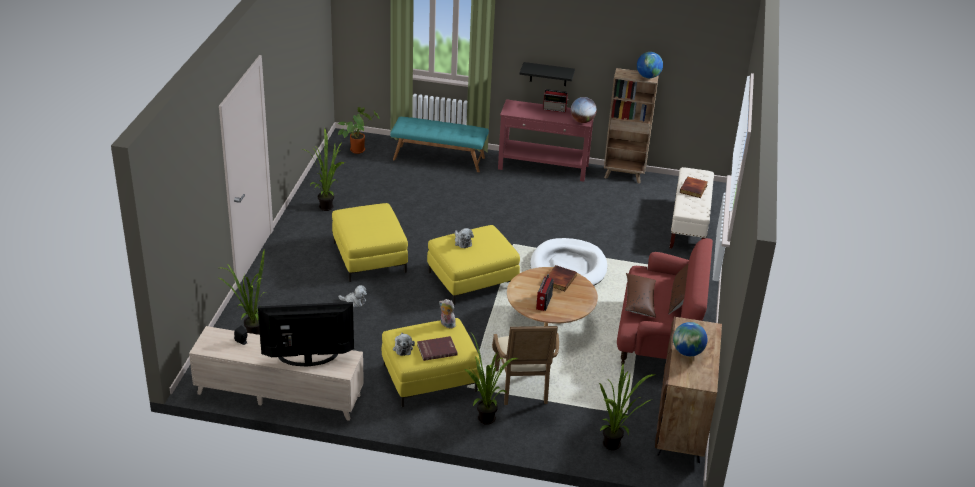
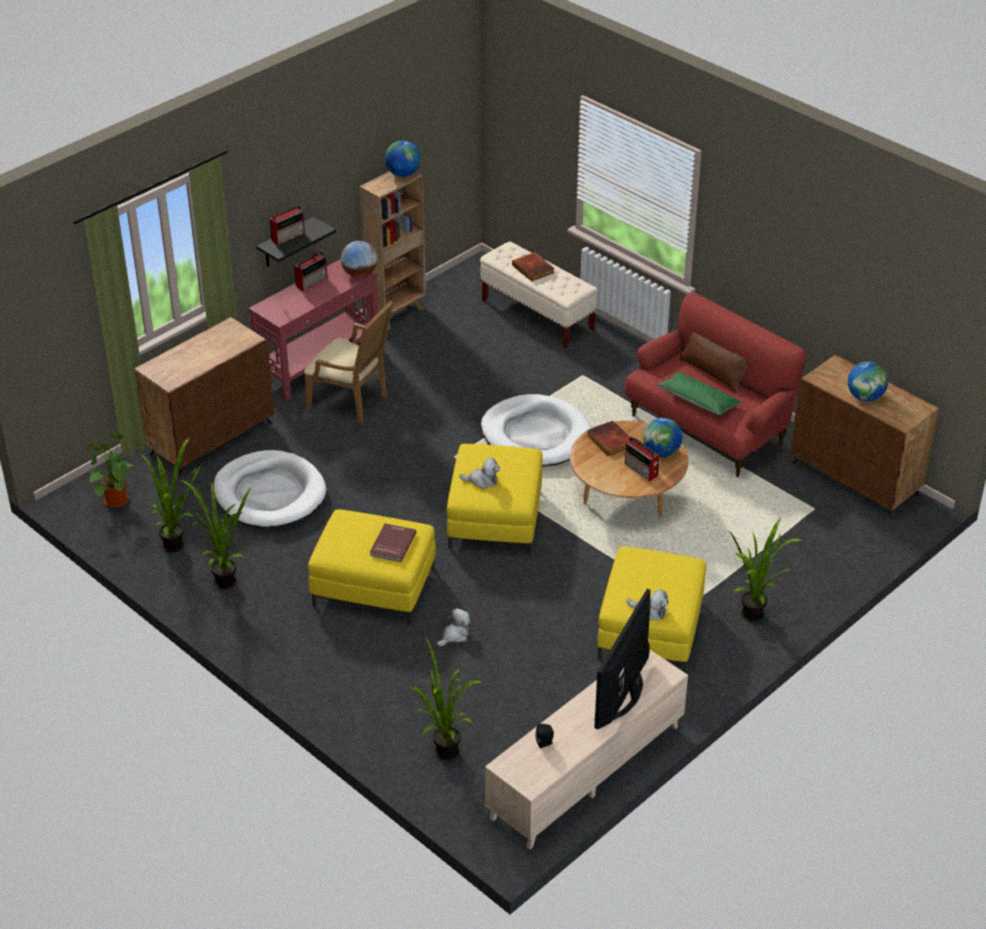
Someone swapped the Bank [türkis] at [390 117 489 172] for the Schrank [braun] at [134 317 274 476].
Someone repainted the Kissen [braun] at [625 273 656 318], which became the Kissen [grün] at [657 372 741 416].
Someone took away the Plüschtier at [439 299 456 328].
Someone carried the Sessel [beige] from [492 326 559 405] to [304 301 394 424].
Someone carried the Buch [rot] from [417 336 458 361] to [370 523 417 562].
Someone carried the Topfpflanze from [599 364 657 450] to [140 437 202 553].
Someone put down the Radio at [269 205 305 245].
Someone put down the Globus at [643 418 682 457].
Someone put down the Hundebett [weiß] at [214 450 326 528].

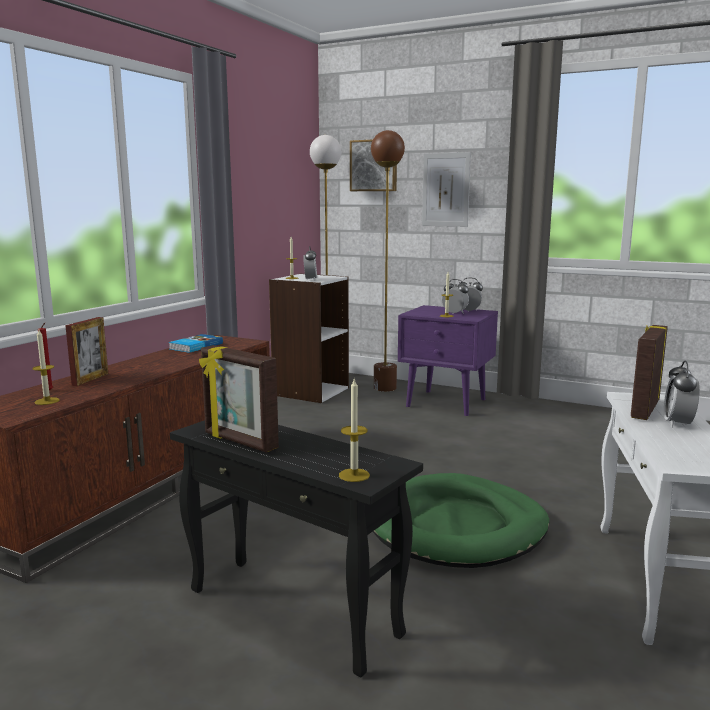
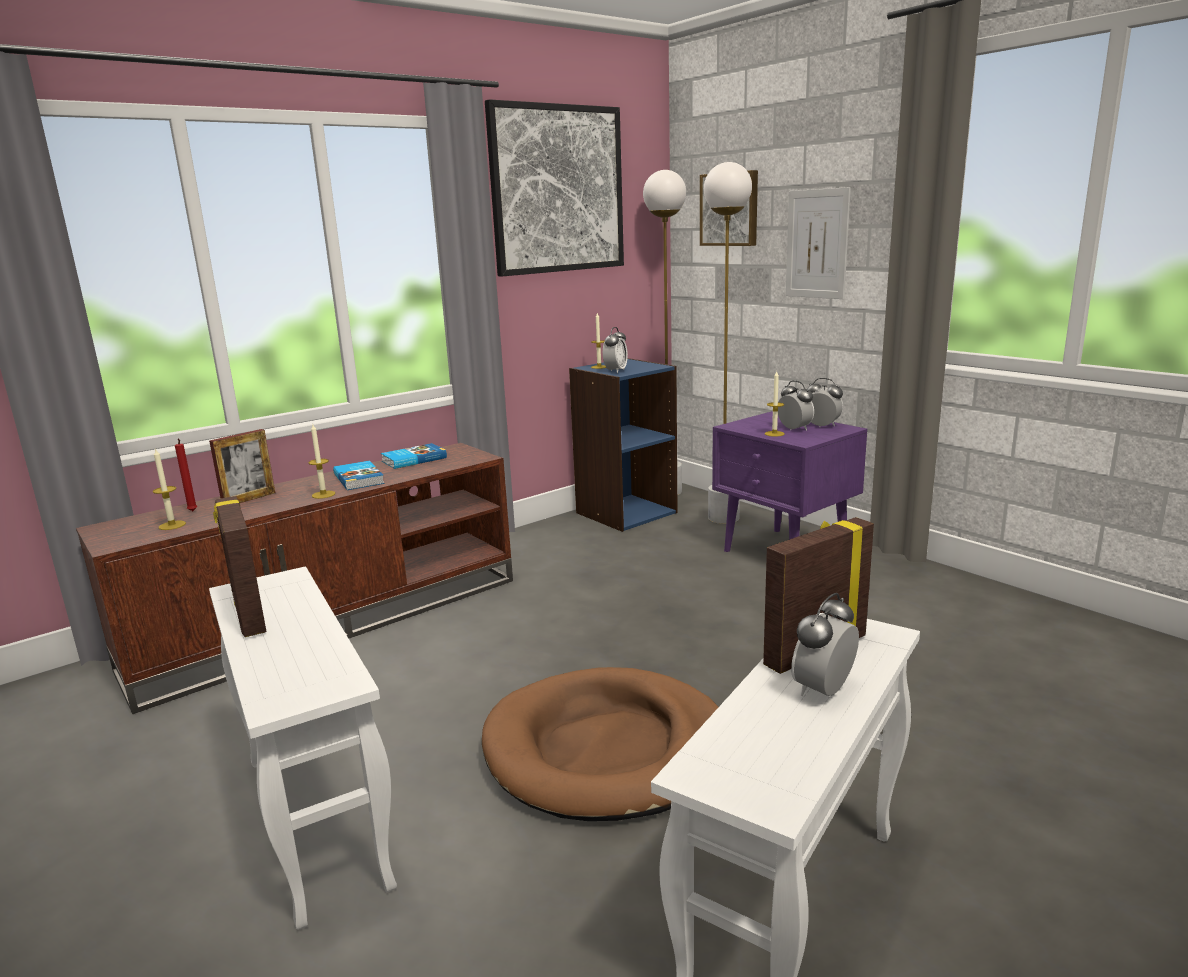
Someone repainted the Stehlampe [braun] at [371 130 405 392], which became the Stehlampe [weiß] at [704 162 752 524].
Someone repainted the Bücherregal [weiß] at [269 274 349 403], which became the Bücherregal [blau] at [569 358 678 532].
Someone carried the Kerze from [339 377 370 482] to [308 424 335 499].
Someone repainted the Beistelltisch [schwarz] at [170 420 423 677], which became the Beistelltisch [weiß] at [209 566 397 930].
Someone repainted the Hundebett [grün] at [373 473 549 568], which became the Hundebett [braun] at [482 667 718 821].
Someone put up the Bild at [485 99 624 276].
Someone put down the Buch at [333 461 385 490].

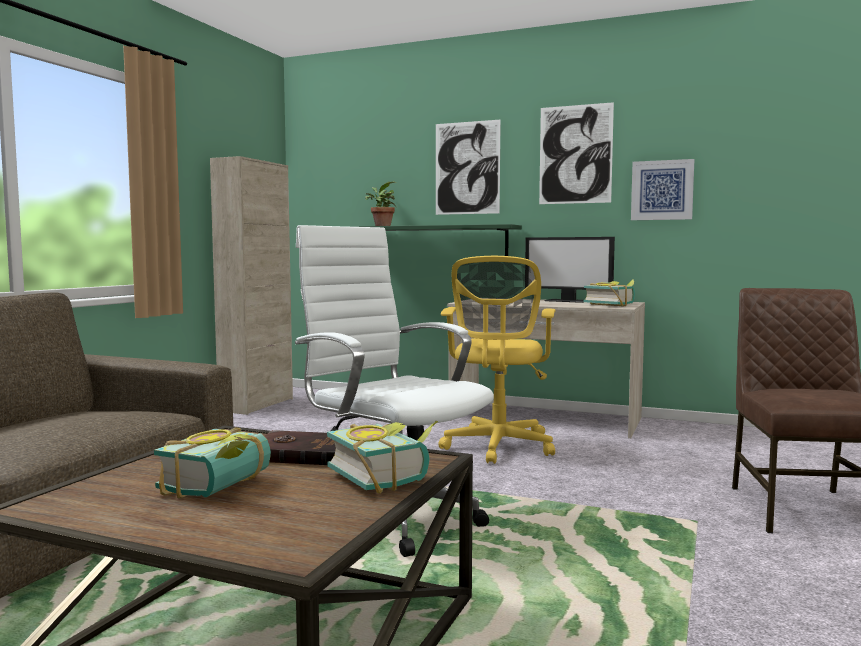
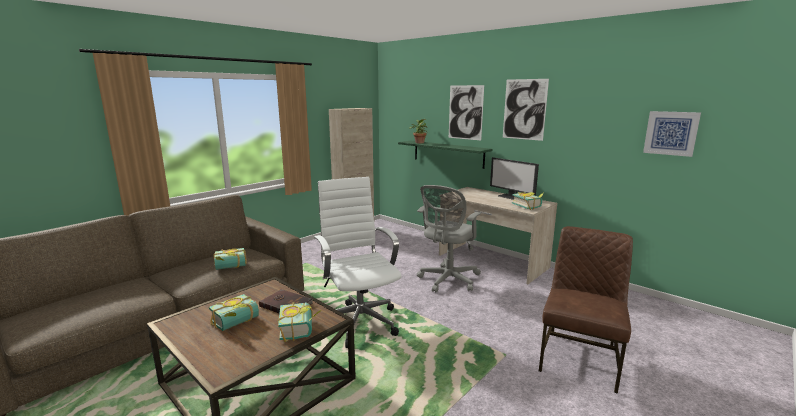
Someone carried the Bild from [631 159 695 220] to [643 111 701 157].
Someone repainted the Bürostuhl [gelb] at [438 256 555 464], which became the Bürostuhl [grau] at [417 185 481 292].
Someone put down the Buch at [213 248 247 270].

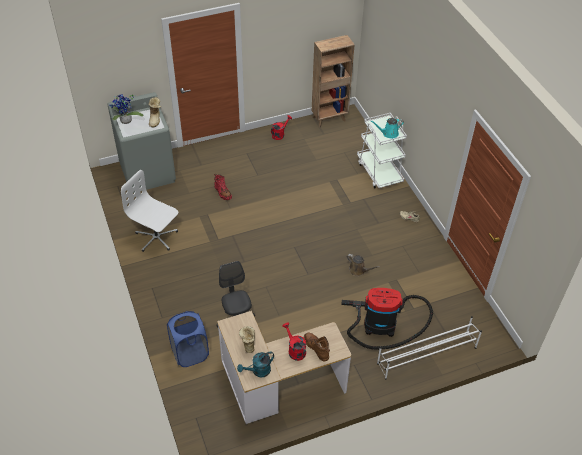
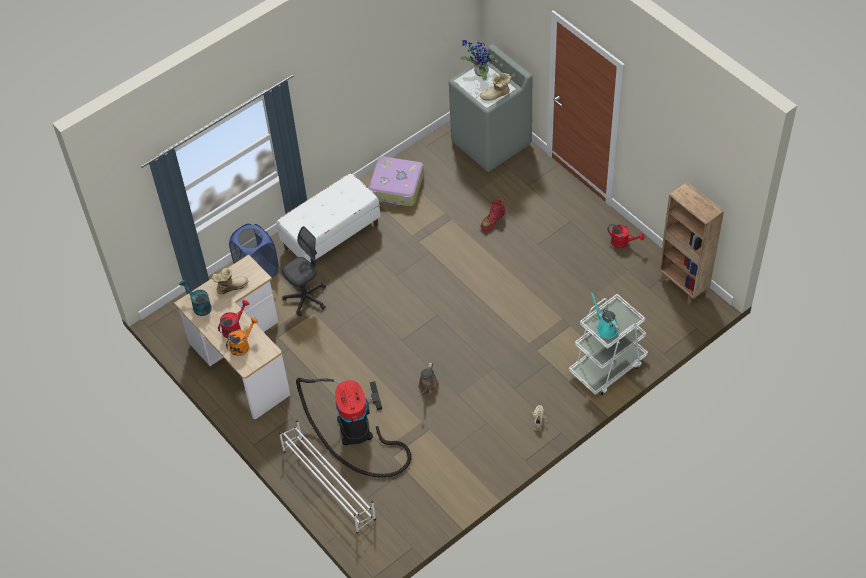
Someone swapped the Bürostuhl [weiß] at [121 170 178 252] for the Koffer at [368 156 424 206].
Someone swapped the Stiefel [braun] at [304 332 330 361] for the Gießkanne [orange] at [226 317 258 356].
Someone put down the Bank [weiß] at [277 173 380 263].

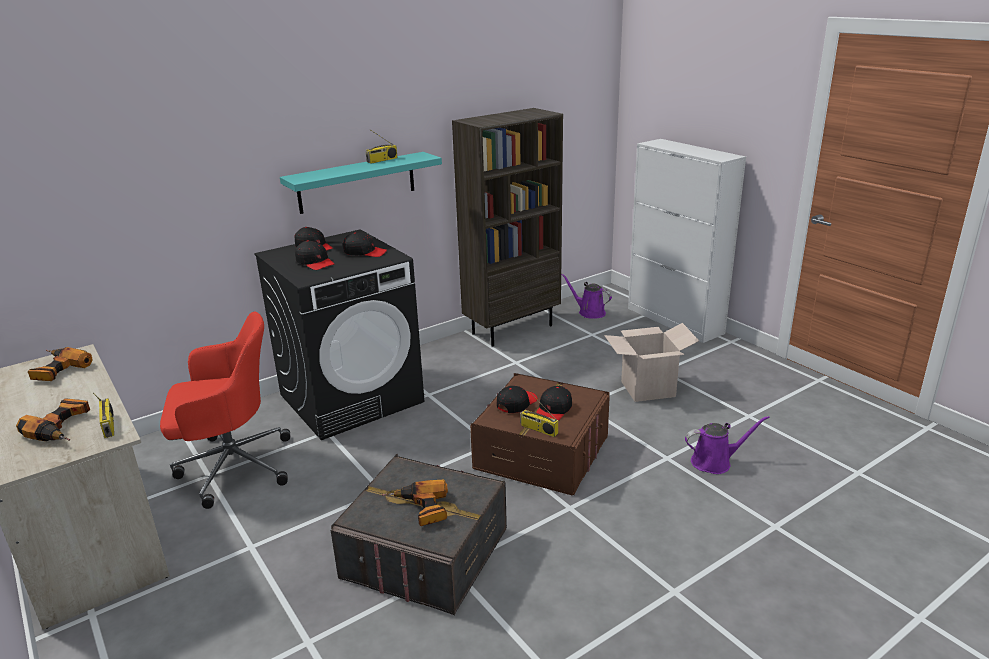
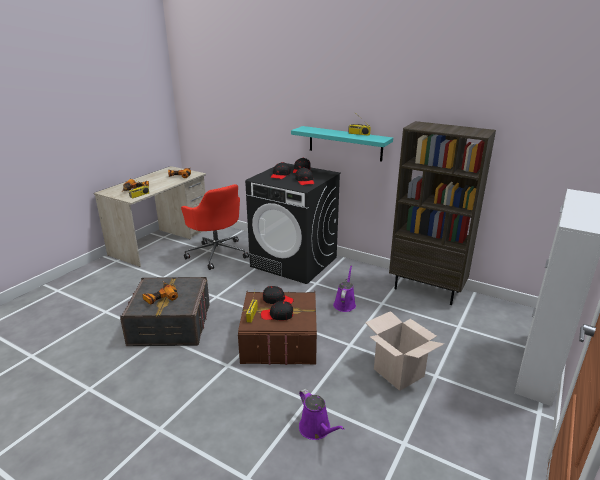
Someone carried the Gießkanne [lila] from [561 273 612 319] to [333 265 356 312].

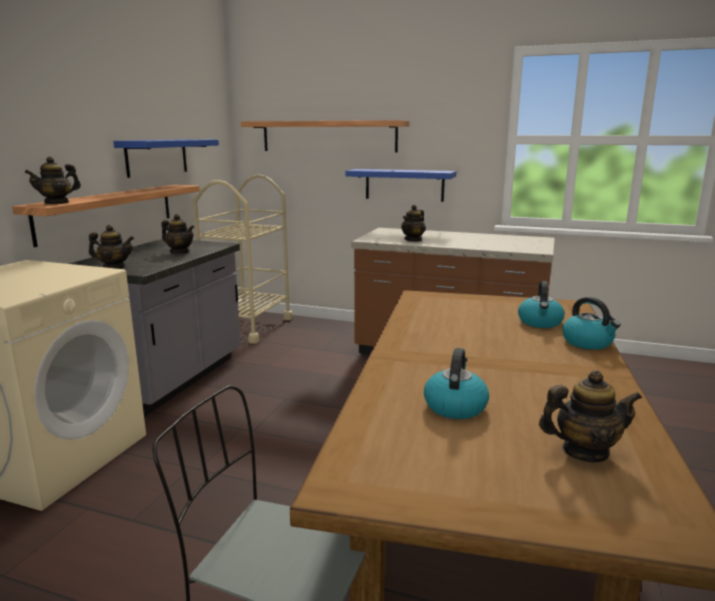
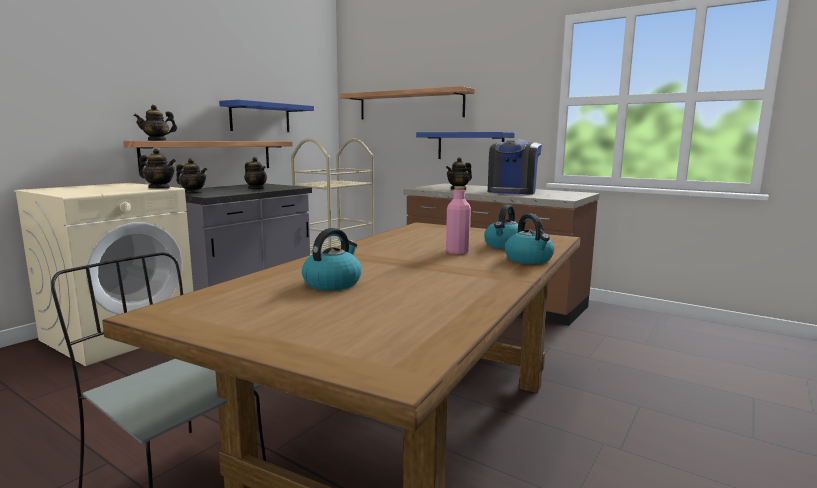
Someone carried the Teekanne from [539 370 642 462] to [139 148 176 188].
Someone put down the Kaffeemaschine at [488 139 542 194].
Someone put down the Flasche [rosa] at [446 186 471 254].

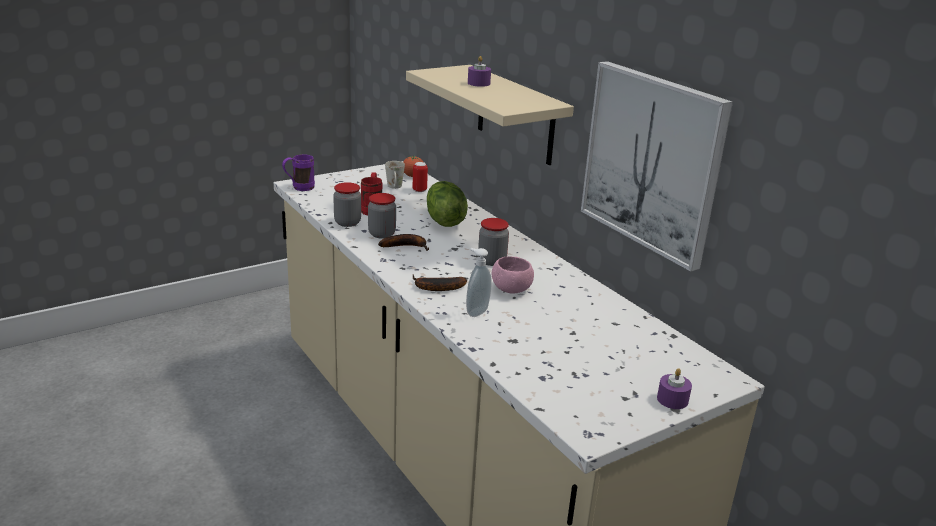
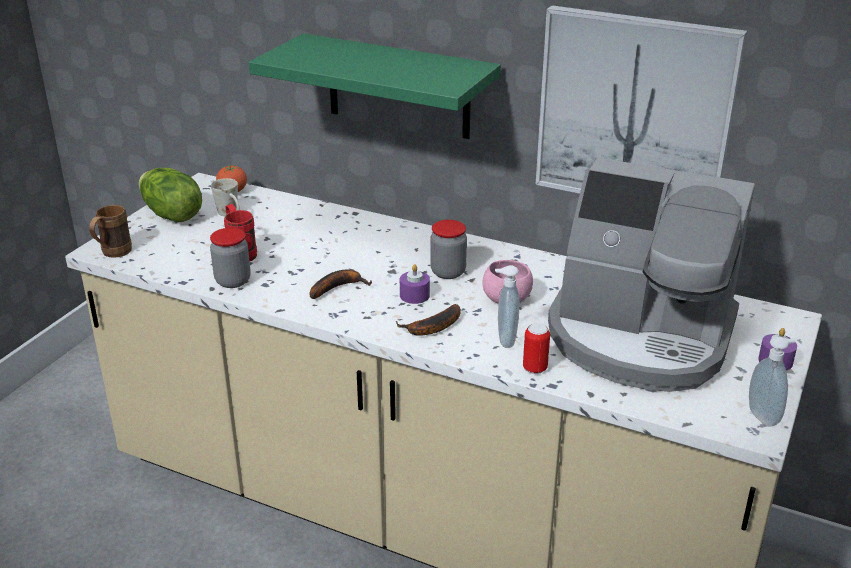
Someone carried the Kerze [lila] from [468 56 491 87] to [400 264 430 304].
Someone repainted the Wandregal [beige] at [406 65 574 165], which became the Wandregal [grün] at [248 33 501 139].
Someone repainted the Henkelbecher [lila] at [282 154 315 191], which became the Henkelbecher [braun] at [89 205 132 258].
Someone carried the Dose from [413 162 428 192] to [523 323 550 374].
Someone carried the Salatkopf from [427 181 468 227] to [139 168 202 222].
Someone took away the Vorratsglas at [368 193 396 239].
Someone put down the Kaffeemaschine at [548 158 755 392].
Someone put down the Seifenspender at [749 337 796 427].

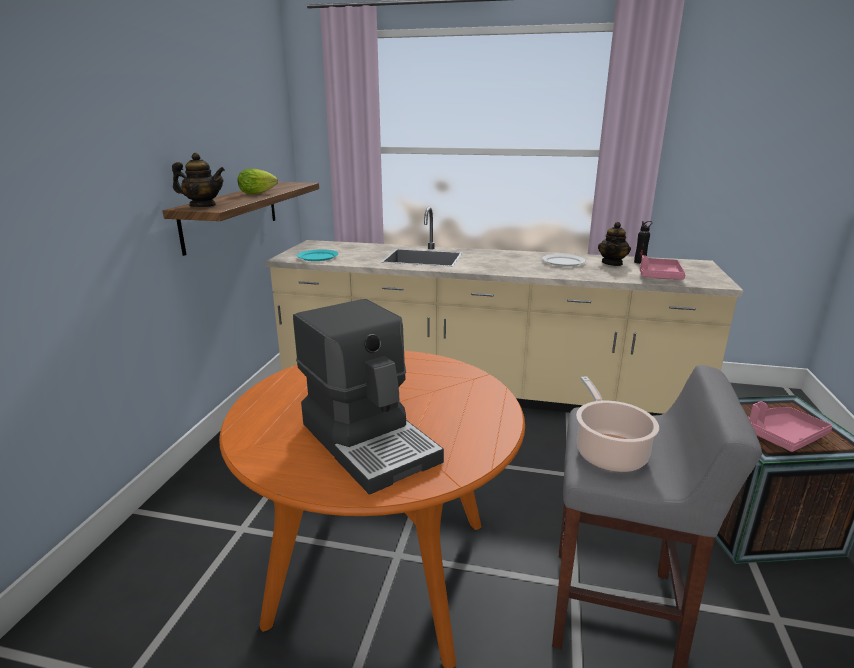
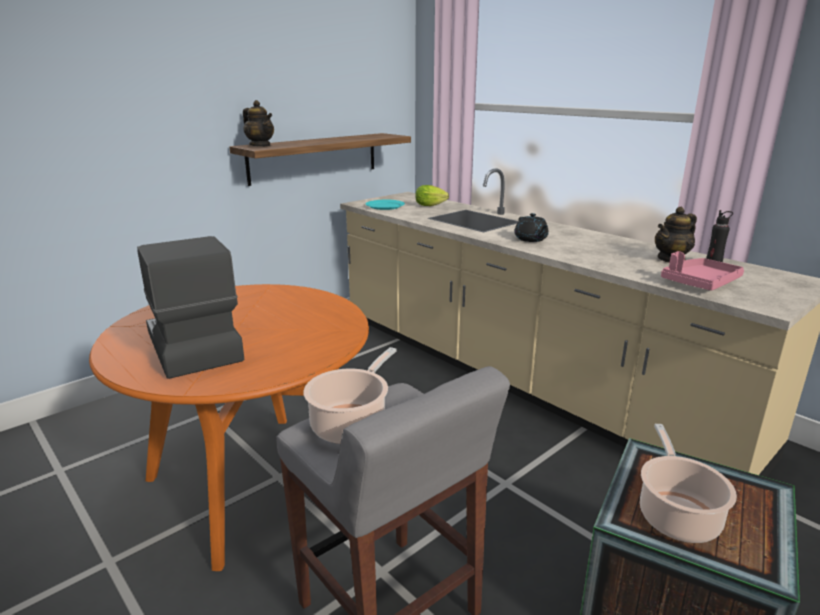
Someone carried the Salatkopf from [238 169 278 194] to [415 185 449 206].
Someone took away the Teller [weiß] at [542 254 586 267].
Someone rotated the Kaffeemaschine at [293 299 444 495] by 150 degrees clockwise.
Someone swapped the Tablett [rosa] at [748 401 832 452] for the Kochtopf at [640 424 737 543].
Someone put down the Teekanne [schwarz] at [514 213 549 242].

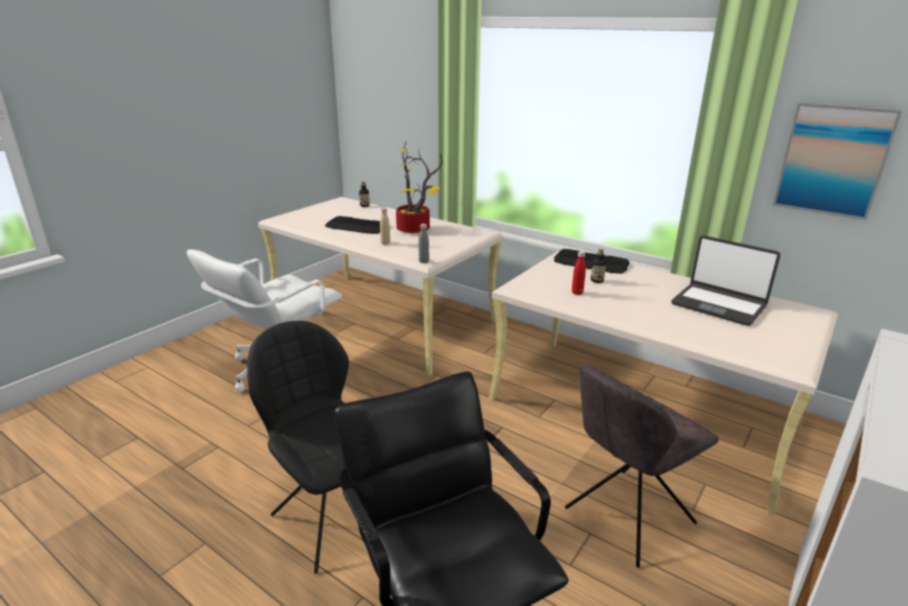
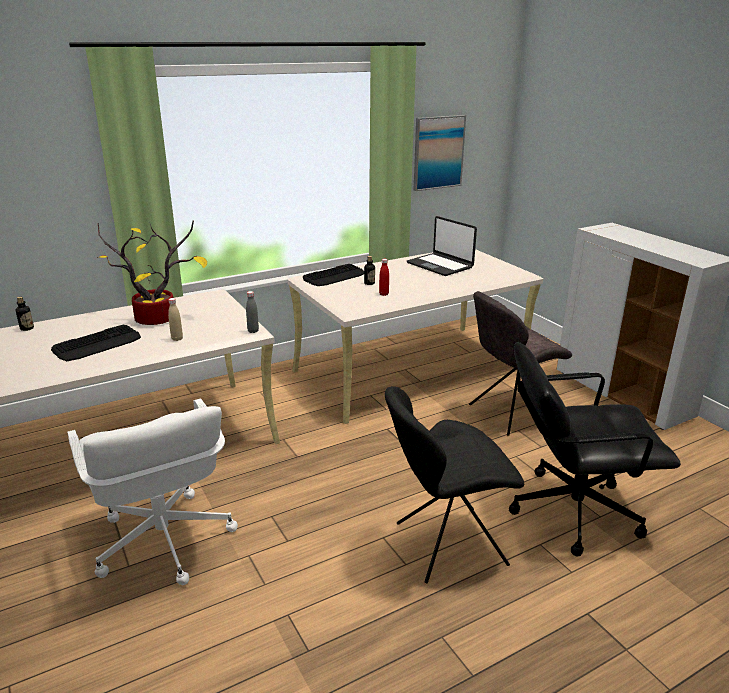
Someone rotated the Laptop at [671 235 780 326] by 75 degrees clockwise.
Someone rotated the Stuhl [grau] at [565 364 719 568] by 75 degrees clockwise.

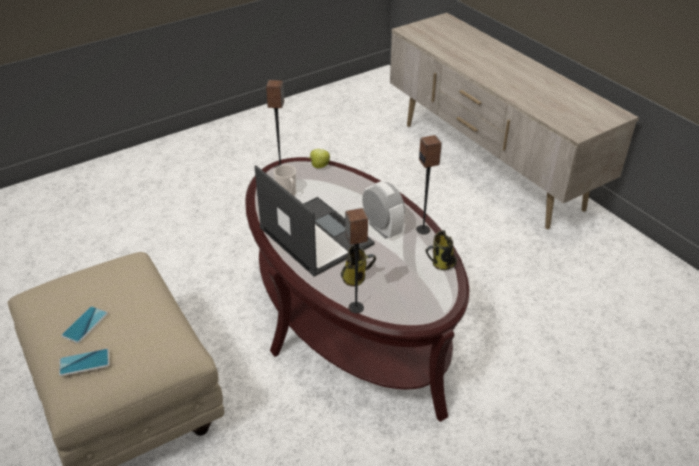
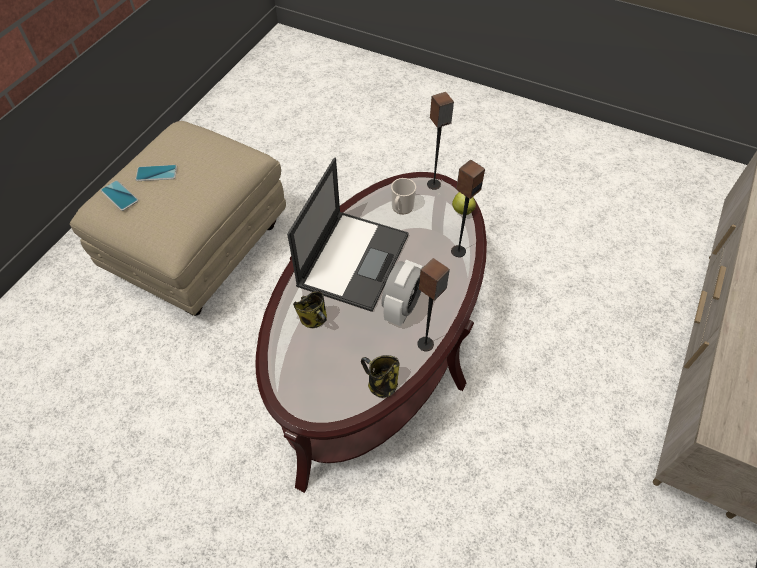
Someone carried the Lautsprecher from [345 208 368 313] to [451 160 485 257].

